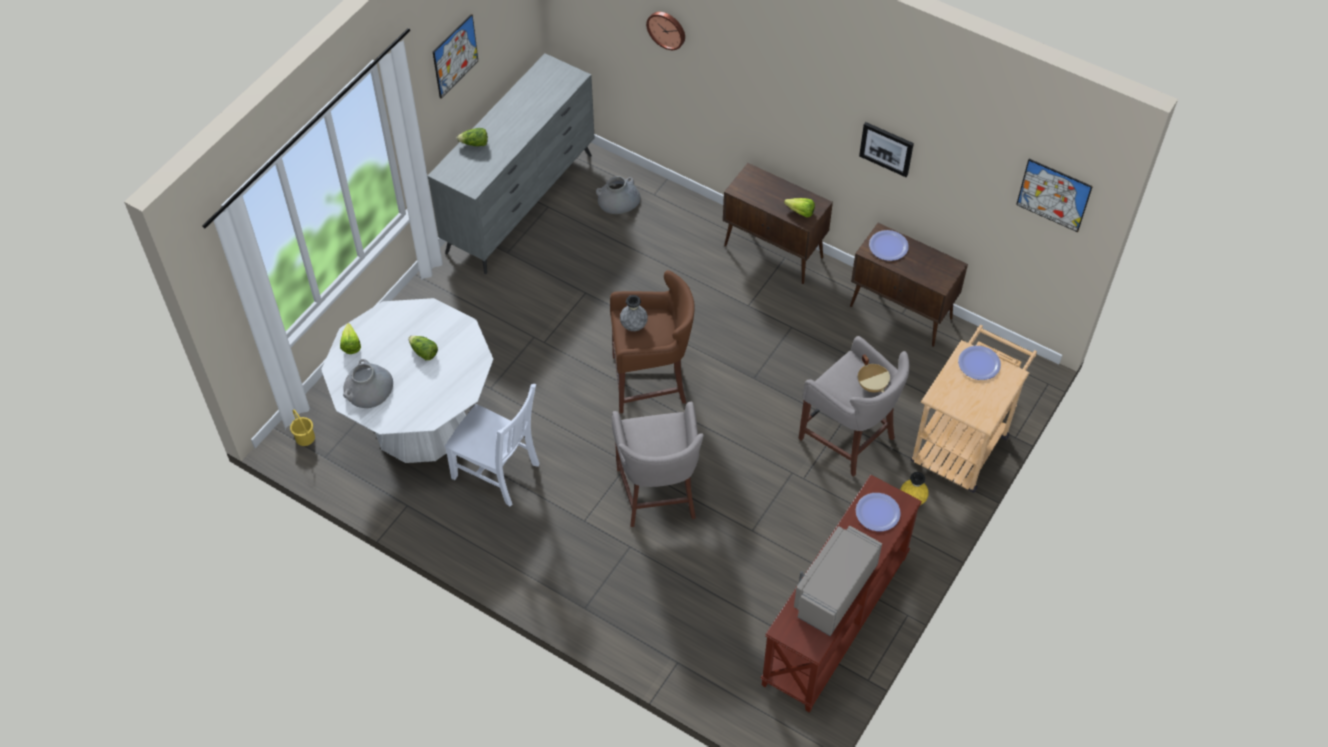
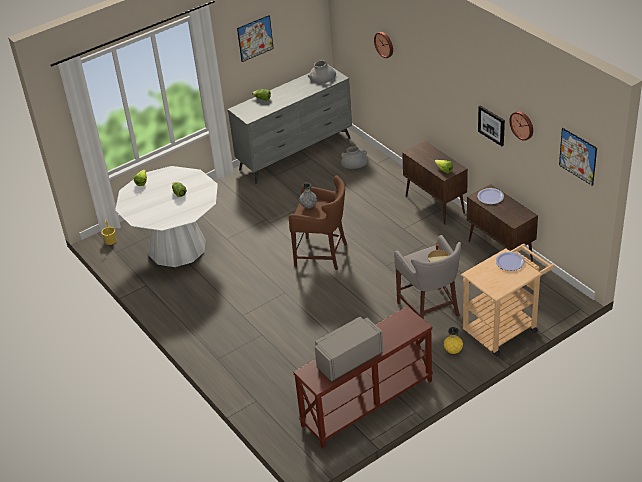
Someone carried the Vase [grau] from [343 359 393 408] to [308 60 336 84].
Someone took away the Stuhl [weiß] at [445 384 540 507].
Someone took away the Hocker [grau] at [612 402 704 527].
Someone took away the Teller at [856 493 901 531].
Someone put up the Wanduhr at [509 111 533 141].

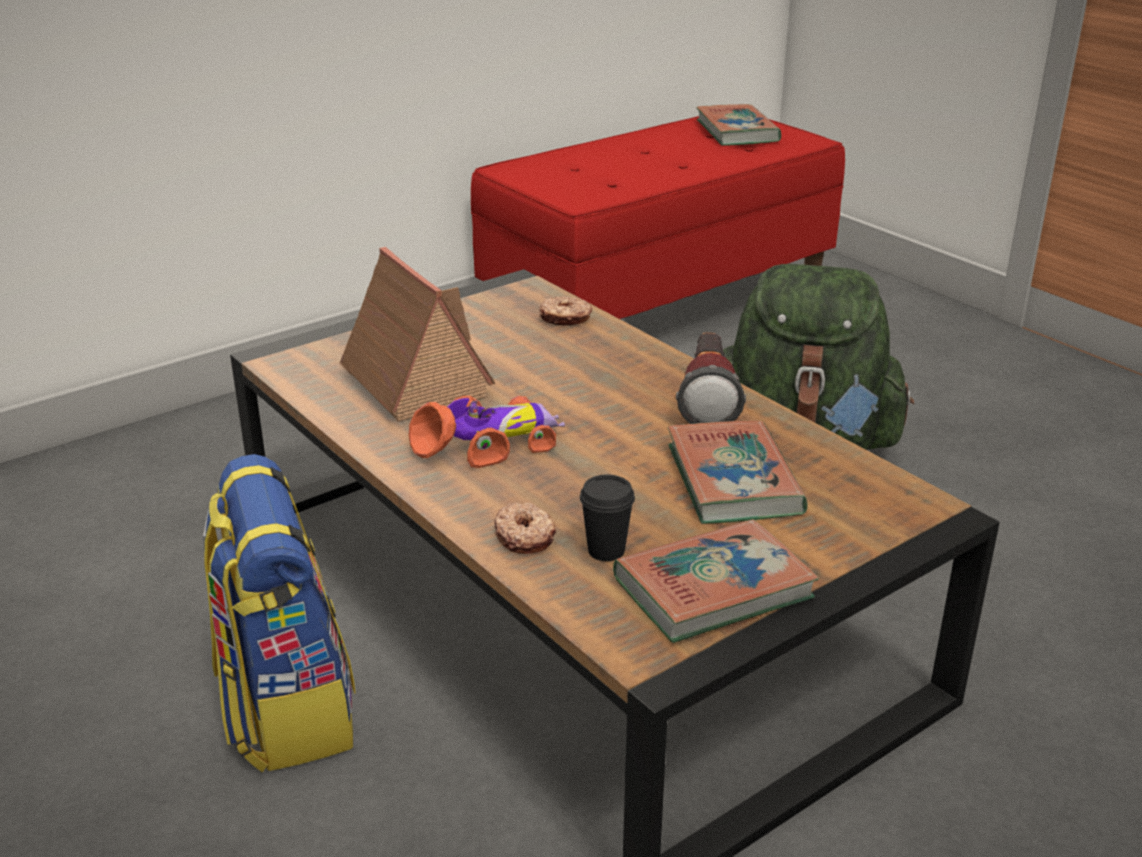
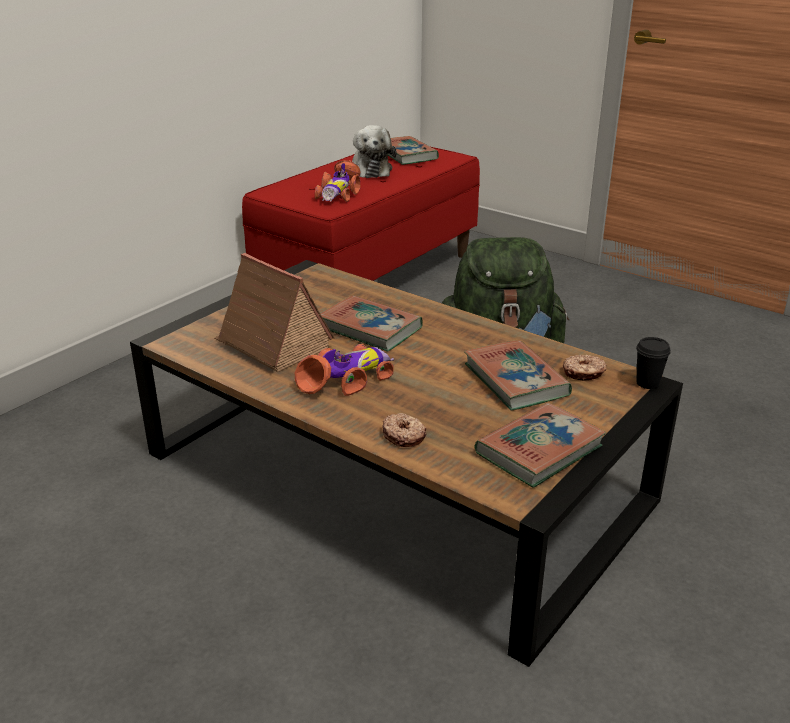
Someone carried the Donut from [539 296 592 326] to [563 355 607 381].
Someone took away the Taschenlampe at [676 332 746 424].
Someone took away the Rucksack at [203 454 356 773].
Someone carried the Tasse [schwarz] from [580 475 635 561] to [636 337 671 389].
Someone put down the Plüschtier at [352 125 397 178].
Someone put down the Spielzeugauto at [315 160 361 202].
Someone put down the Buch at [320 295 423 351].

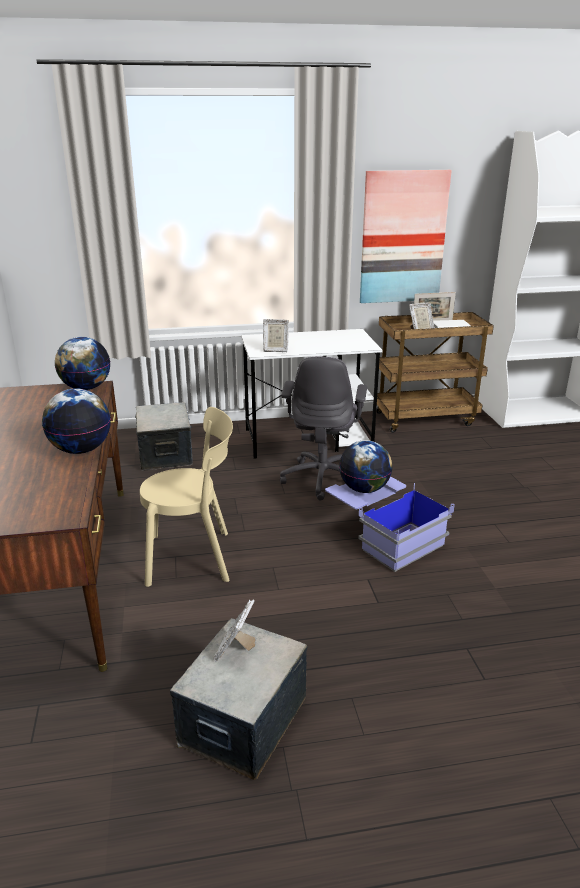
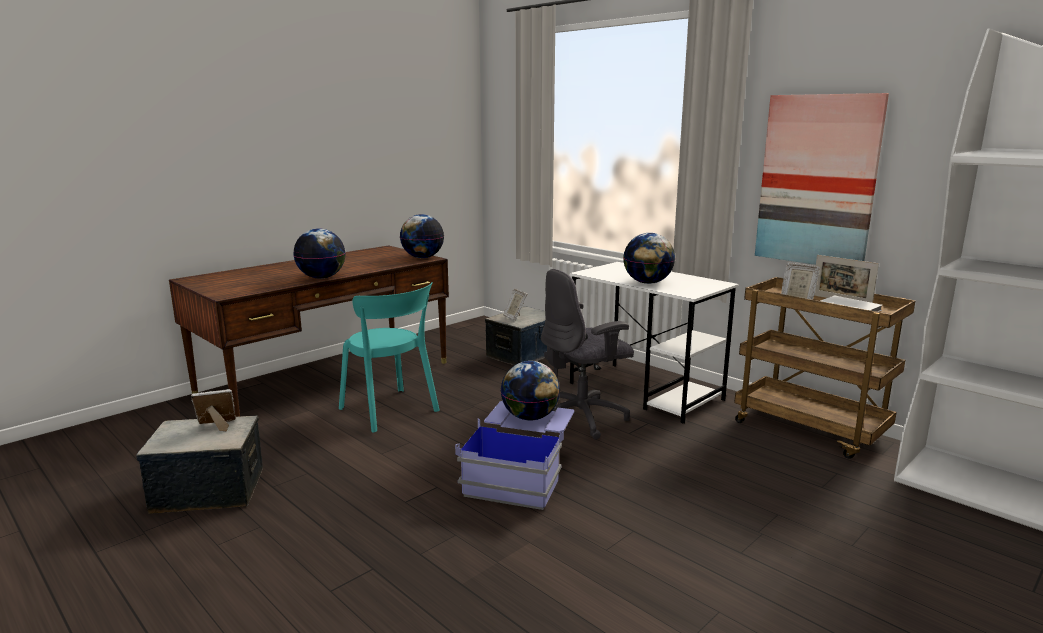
Someone carried the Bilderrahmen from [263 319 289 352] to [503 288 527 321].
Someone repainted the Stuhl [beige] at [140 407 233 587], which became the Stuhl [türkis] at [339 282 440 433].
Someone put down the Globus at [623 233 675 284].

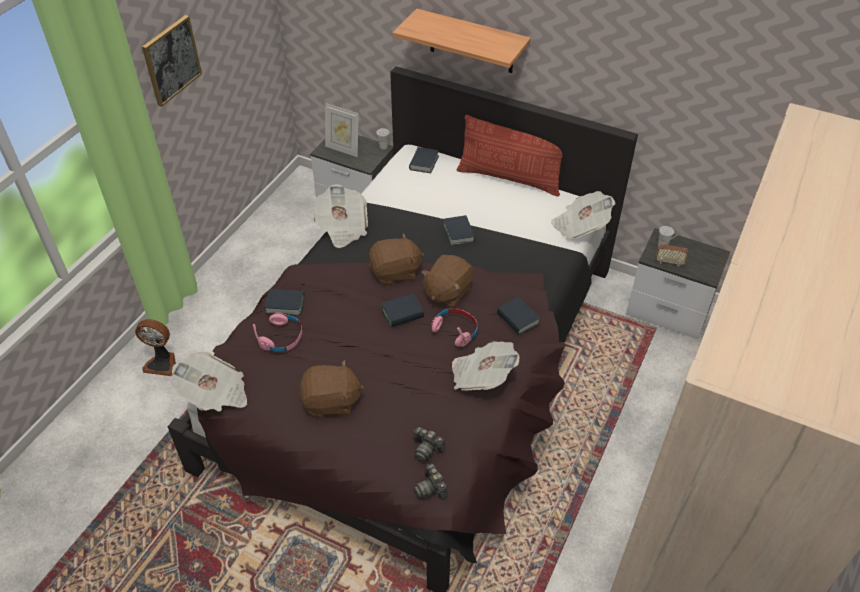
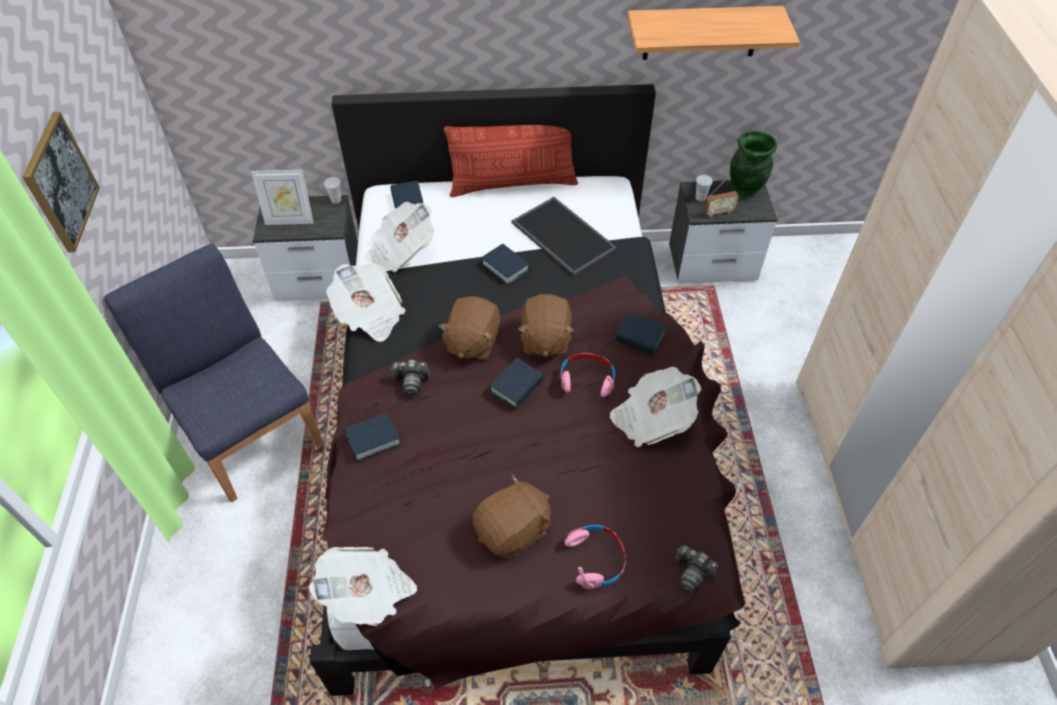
Someone carried the Wandregal from [393 9 531 73] to [627 6 800 60].
Someone carried the Zeitung from [551 191 615 240] to [366 202 434 272].
Someone rotated the Plüschtier [braun] at [369 233 424 286] by 150 degrees clockwise.
Someone carried the Kopfhörer [rosa] from [253 312 302 352] to [565 525 626 589].
Someone took away the Ventilator at [135 319 176 376].
Someone carried the Kamera from [413 427 445 462] to [390 360 430 396].
Someone put down the Vase [grün] at [730 130 777 196].
Someone put down the Tablett at [512 197 617 276].
Someone put down the Stuhl [blau] at [104 244 323 502].

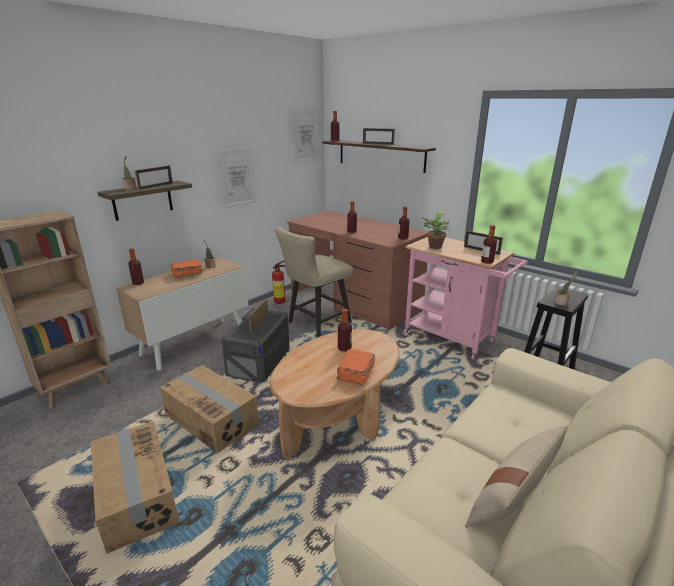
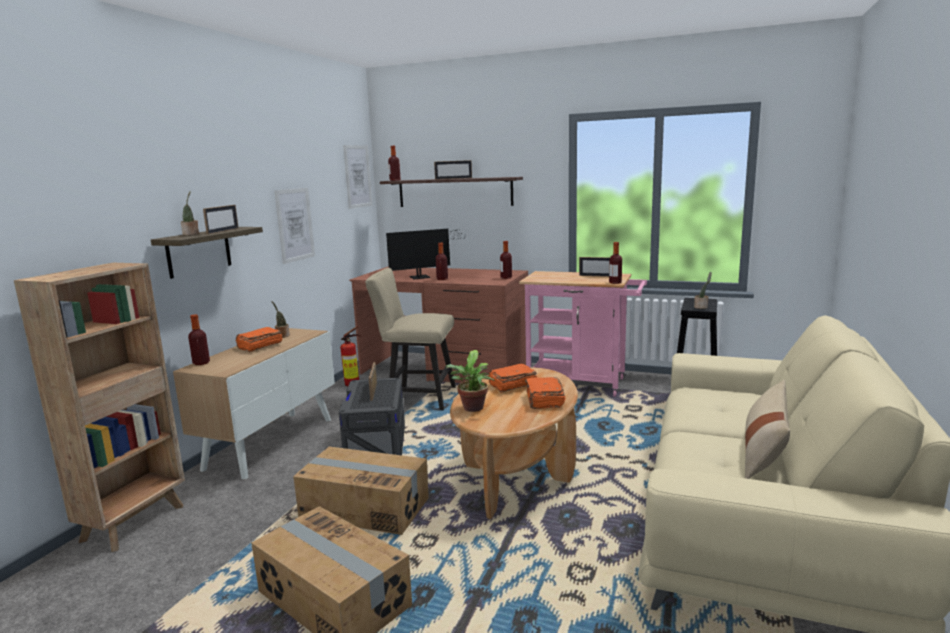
Someone carried the Topfpflanze from [421 211 450 249] to [445 350 494 412].
Someone rotated the Stuhl [beige] at [275 227 353 337] by 75 degrees clockwise.
Someone swapped the Flasche at [338 309 352 352] for the Buch [orange] at [489 364 537 393].
Someone put down the Monitor at [386 229 465 279].

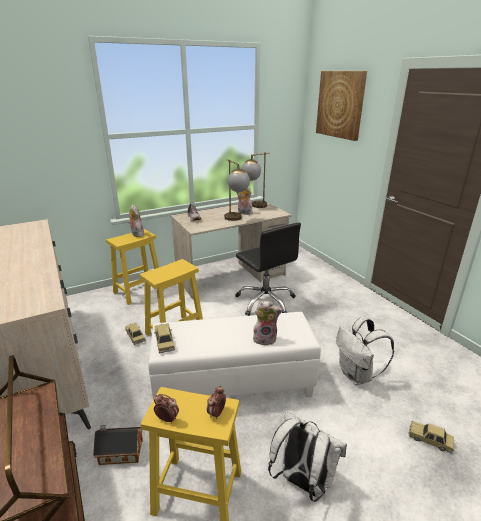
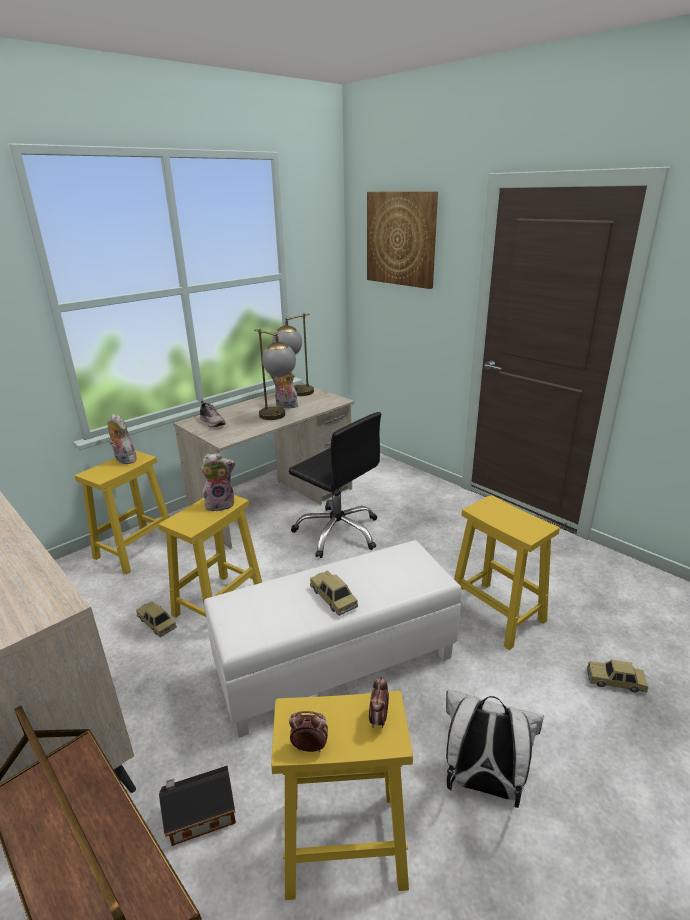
Someone carried the Plüschtier from [253 301 282 345] to [201 453 235 511].
Someone swapped the Rucksack [weiß] at [336 317 394 385] for the Hocker [gelb] at [454 495 560 650].
Someone carried the Spielzeugauto from [154 323 175 354] to [310 571 358 616].

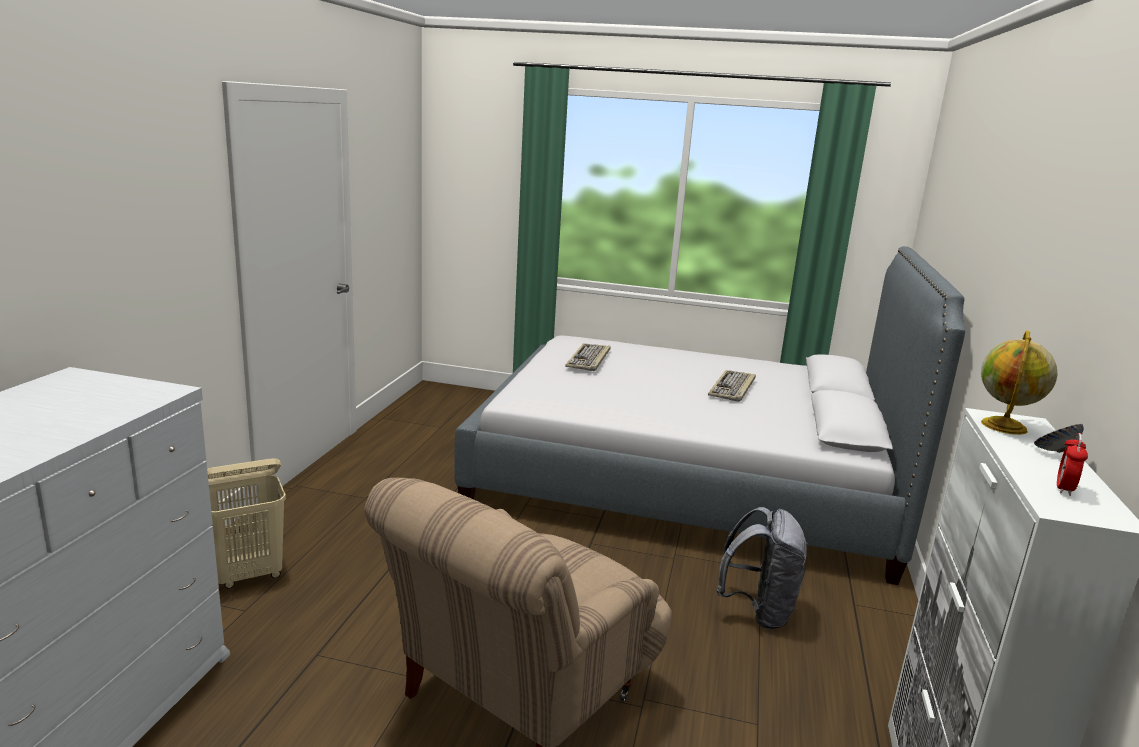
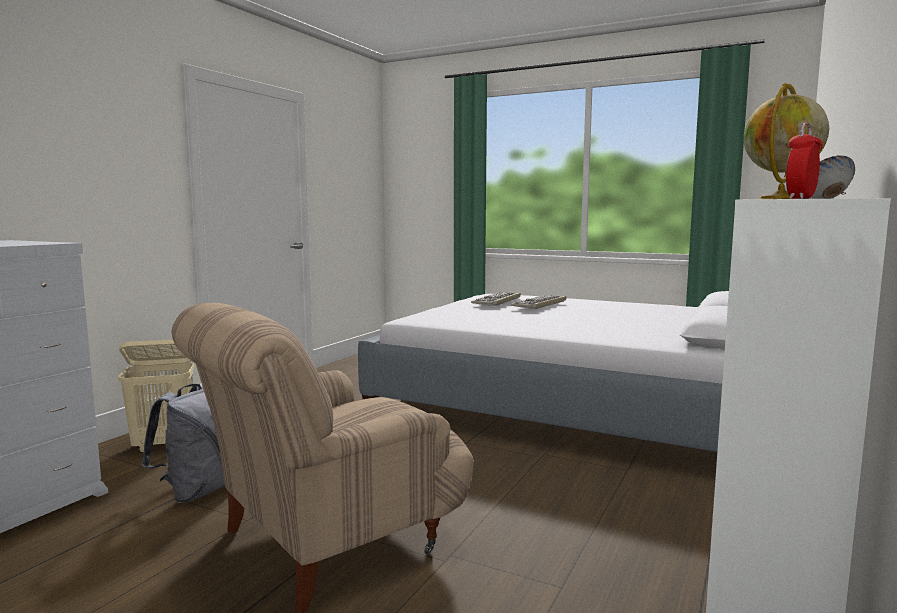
Someone carried the Tastatur from [708 370 756 402] to [511 295 566 309].
Someone carried the Rucksack [grau] from [716 507 808 629] to [142 384 225 503].

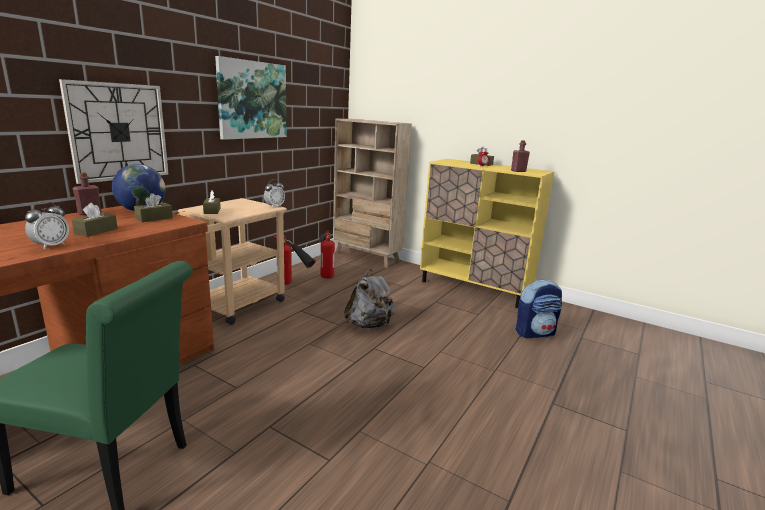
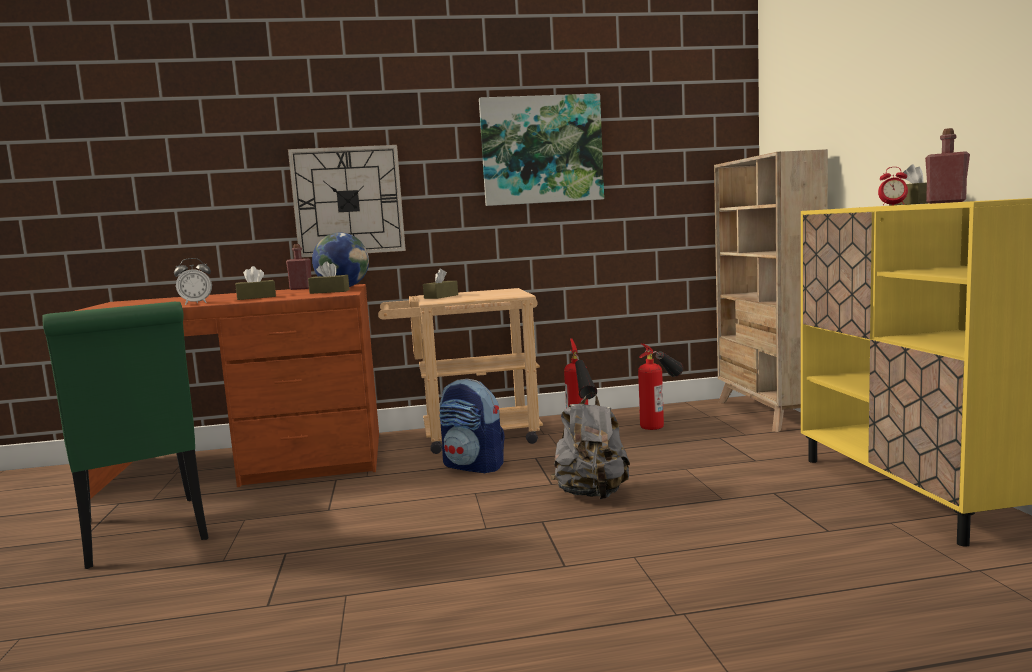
Someone took away the Wecker at [264 179 285 208].
Someone carried the Rucksack from [516 280 562 338] to [439 379 505 474].

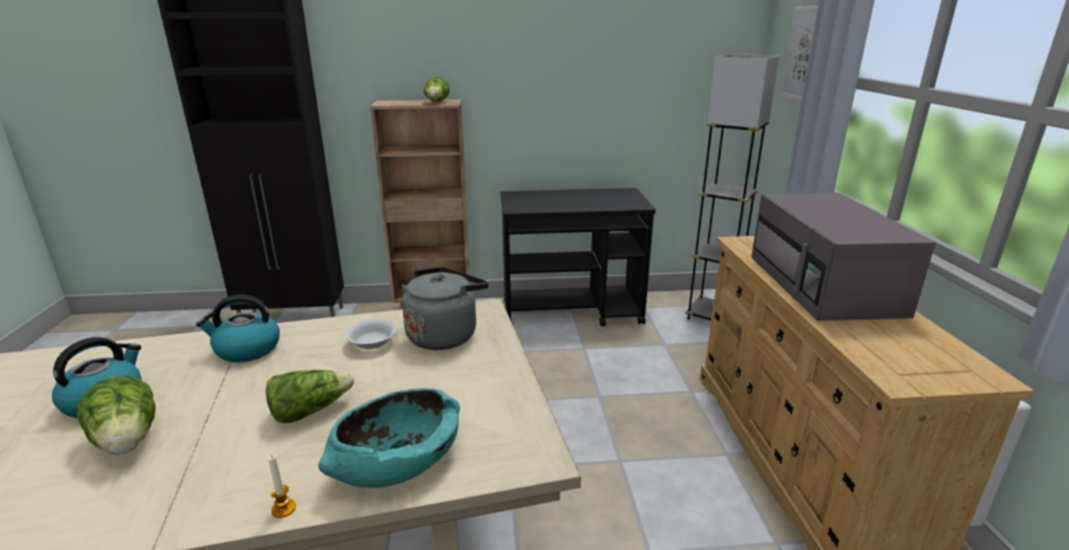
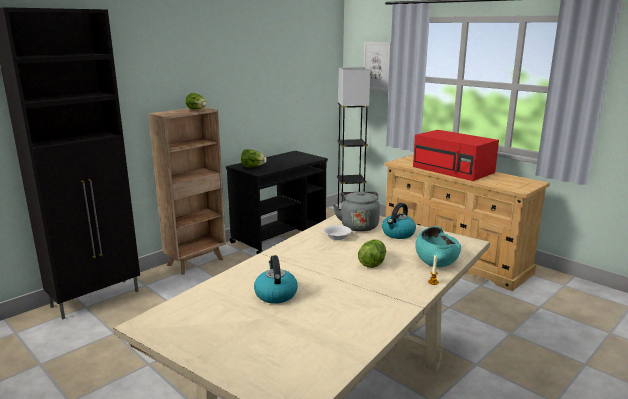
Someone repainted the Mikrowelle [grau] at [751 193 936 321], which became the Mikrowelle [rot] at [413 130 499 181].
Someone carried the Wasserkessel from [196 295 280 363] to [382 203 416 239].
Someone carried the Salatkopf from [77 376 156 455] to [241 149 267 167].

